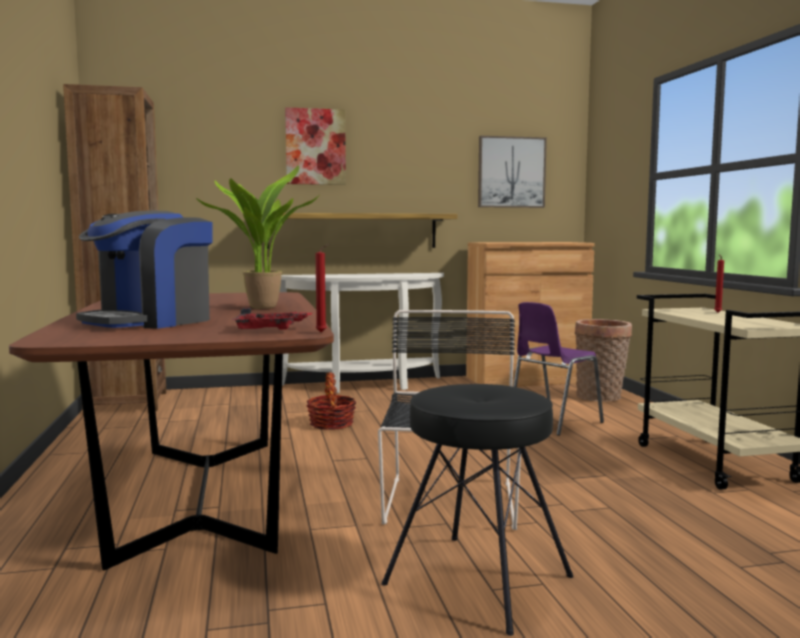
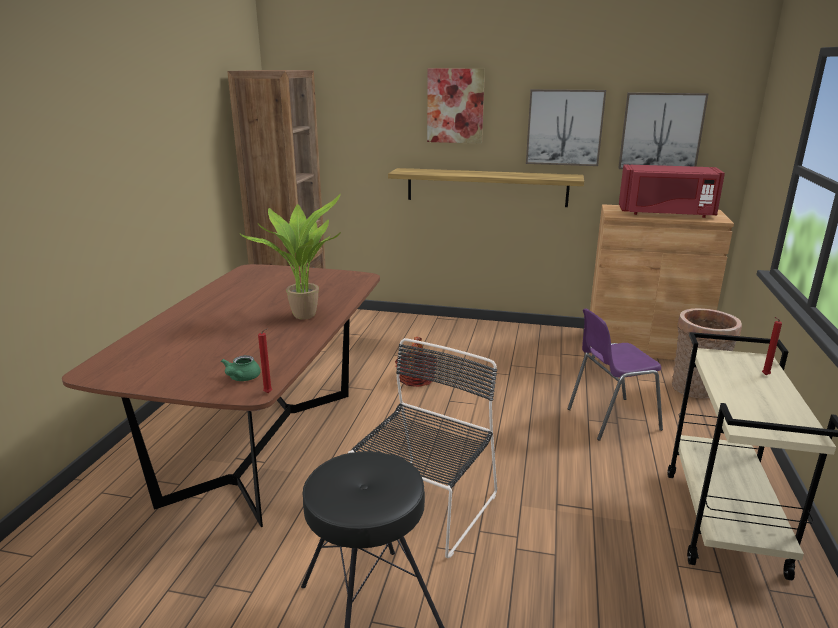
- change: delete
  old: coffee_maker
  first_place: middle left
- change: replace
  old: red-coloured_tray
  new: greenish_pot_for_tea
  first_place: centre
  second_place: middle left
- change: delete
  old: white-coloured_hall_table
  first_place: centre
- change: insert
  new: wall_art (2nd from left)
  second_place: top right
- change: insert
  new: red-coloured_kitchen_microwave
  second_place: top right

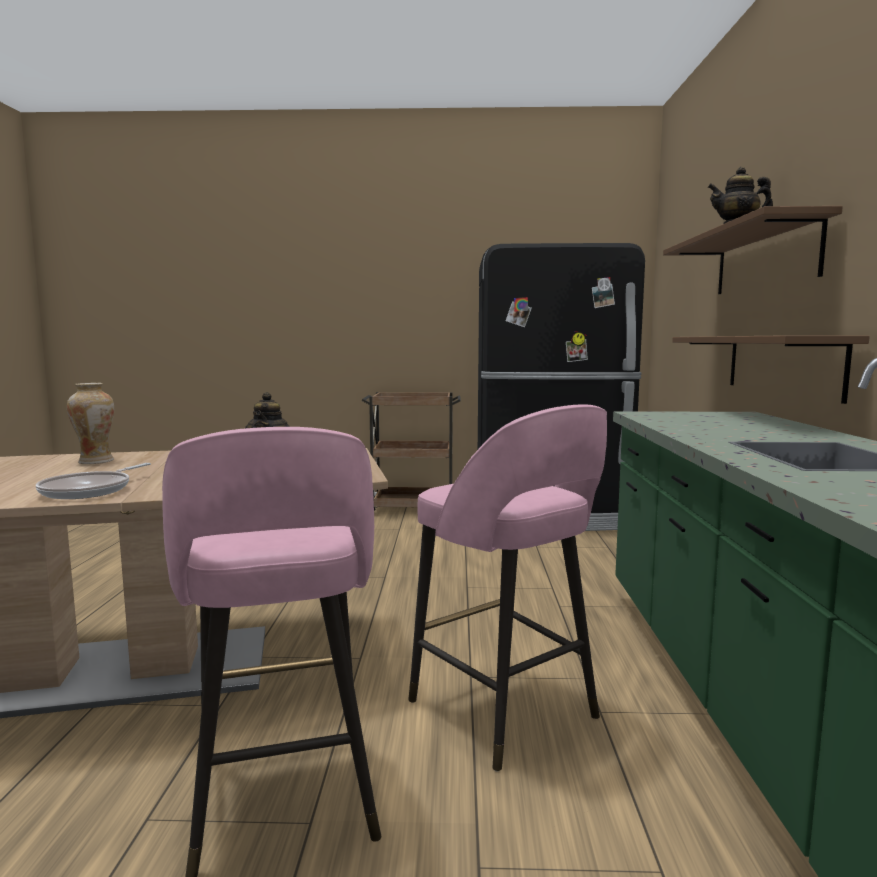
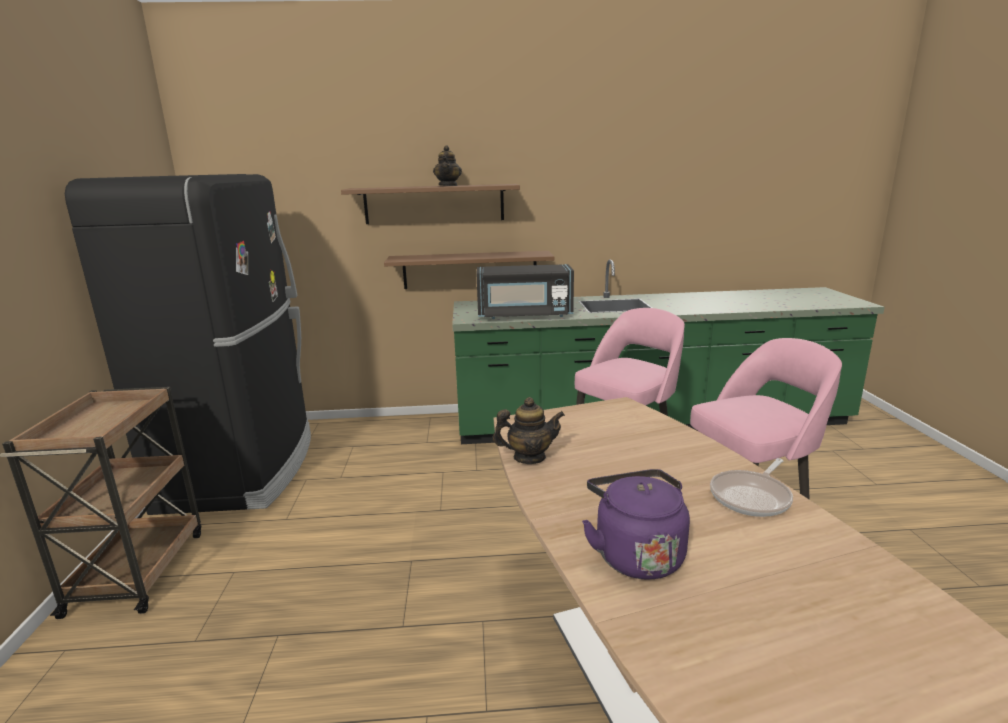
- change: rotate
  old: frying_pan
  first_place: middle left
  second_place: bottom right
  degrees: 120
- change: replace
  old: vase
  new: purplish_kettle
  first_place: middle left
  second_place: bottom centre
- change: insert
  new: blackish_kitchen_microwave
  second_place: centre

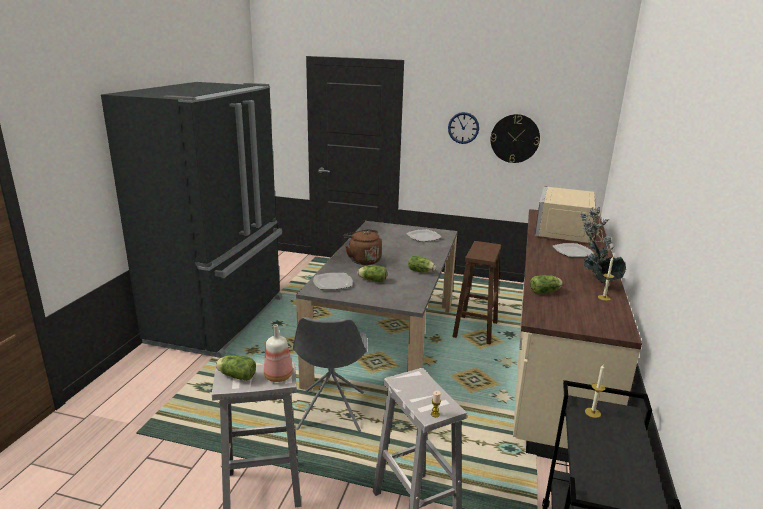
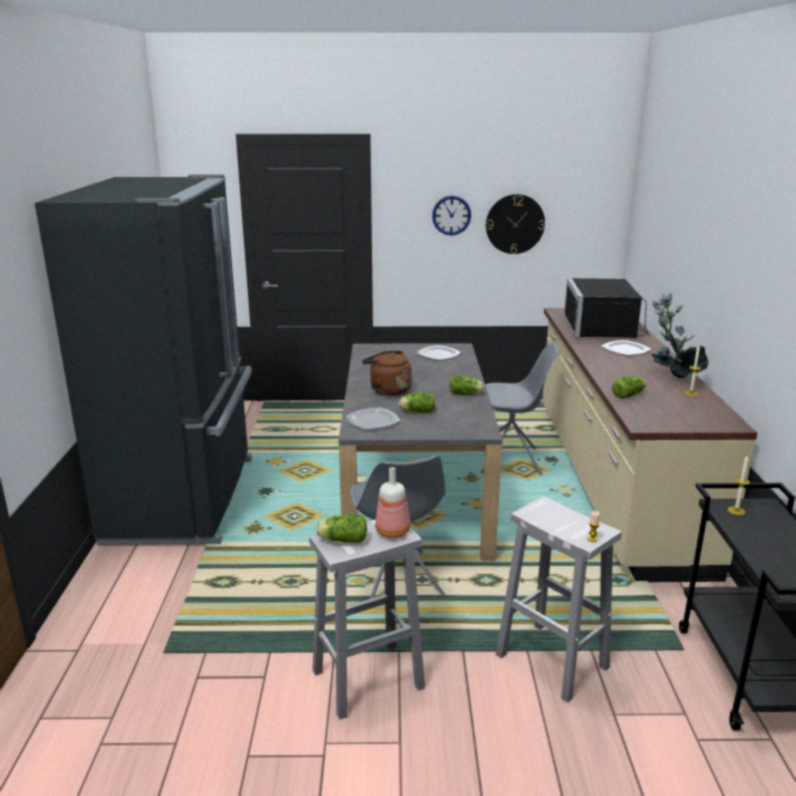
- change: replace
  old: brown-coloured_stool
  new: grey_chair (2nd from left)
  first_place: centre
  second_place: centre
- change: recolor
  old: sand-coloured_kitchen_microwave
  new: blackish_kitchen_microwave
  first_place: middle right
  second_place: middle right

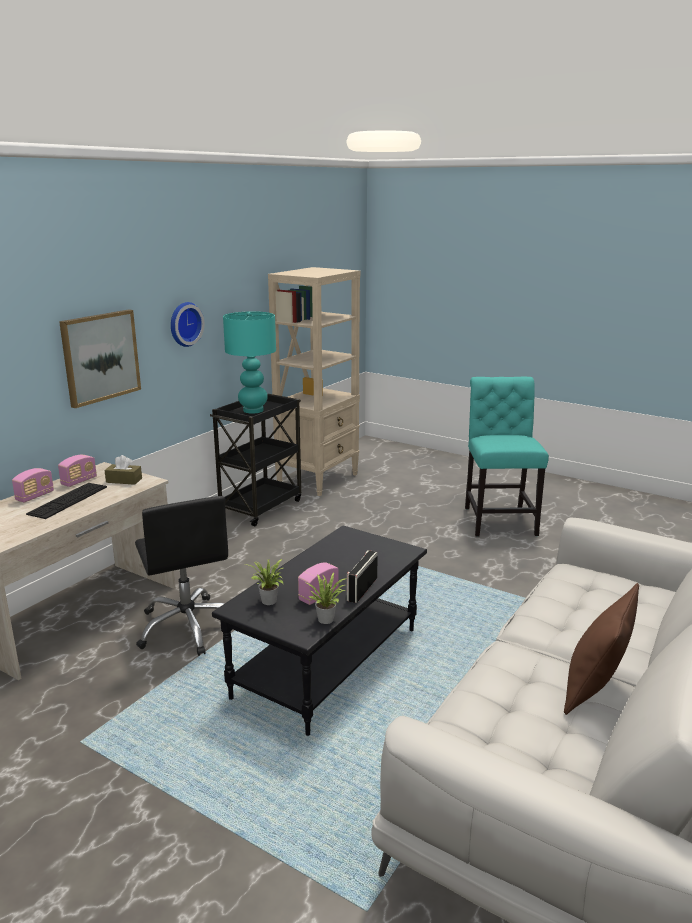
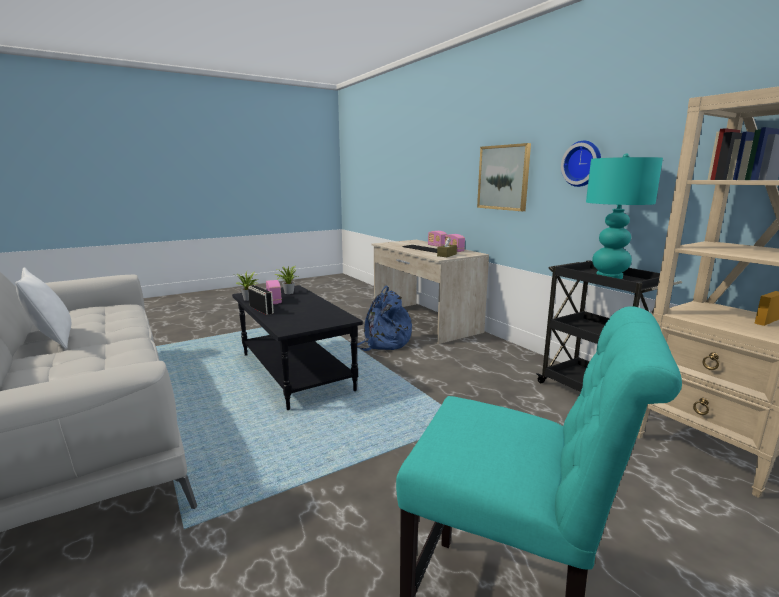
- change: replace
  old: blackish_computer_chair
  new: bluish_backpack
  first_place: middle left
  second_place: centre
- change: recolor
  old: brown-coloured_throw_pillow
  new: white-coloured_throw_pillow
  first_place: bottom right
  second_place: middle left

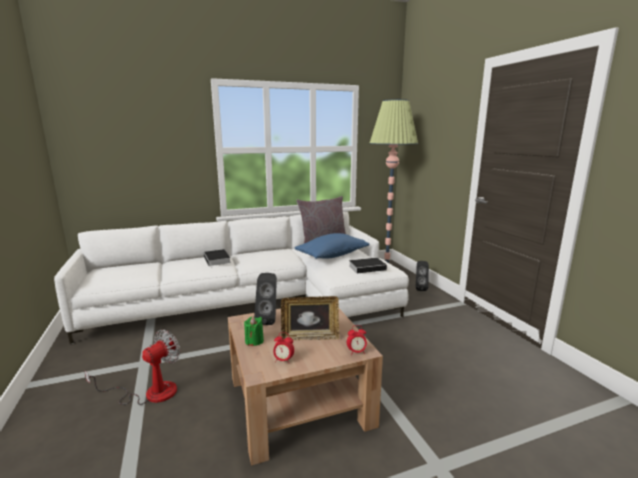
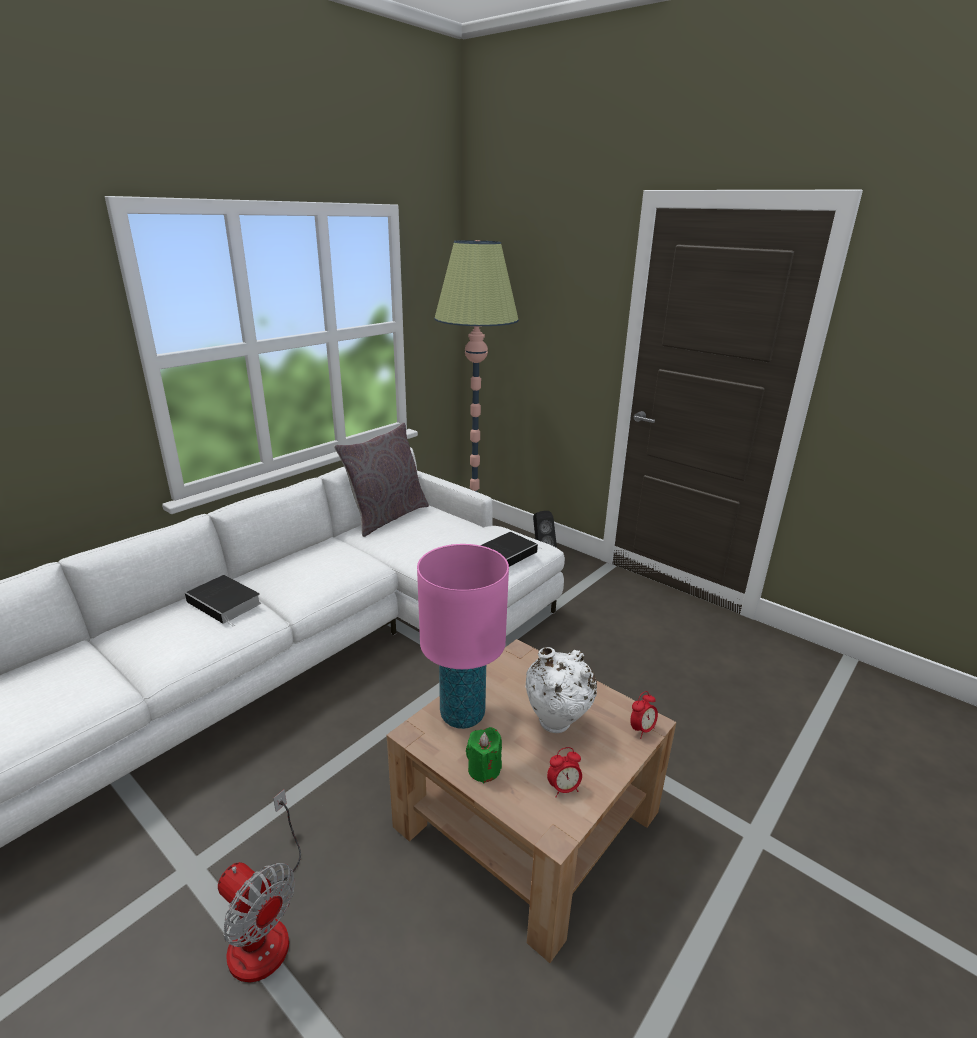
- change: rotate
  old: electric_fan
  first_place: bottom left
  second_place: bottom left
  degrees: 120
- change: replace
  old: blackish_speaker (1st from left)
  new: pinkish_lamp_for_a_table
  first_place: centre
  second_place: centre
- change: replace
  old: picture_frame
  new: white-coloured_vase
  first_place: centre
  second_place: centre
- change: delete
  old: bluish_throw_pillow
  first_place: centre

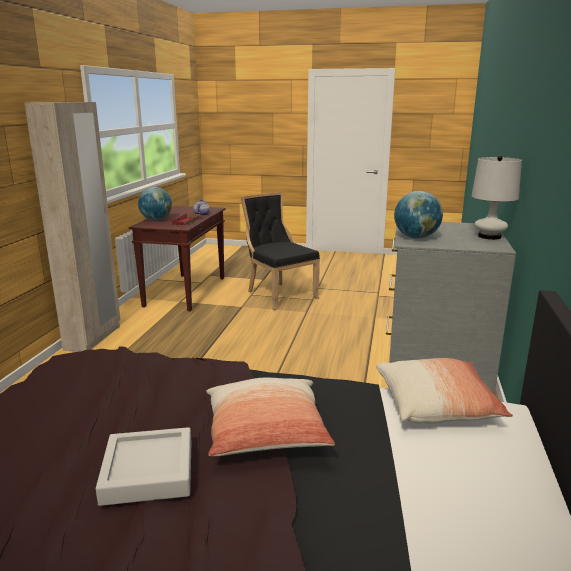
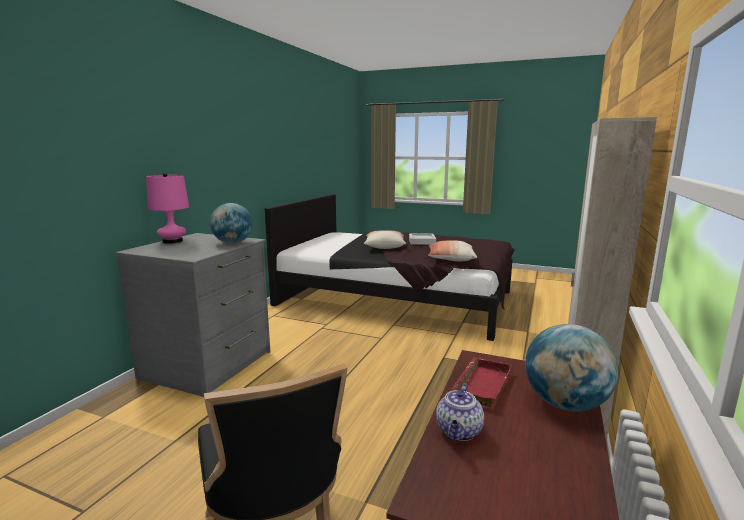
- change: move
  old: throw_pillow (2nd from left)
  first_place: bottom right
  second_place: centre
- change: recolor
  old: white-coloured_lamp_for_a_table
  new: pinkish_lamp_for_a_table
  first_place: middle right
  second_place: middle left

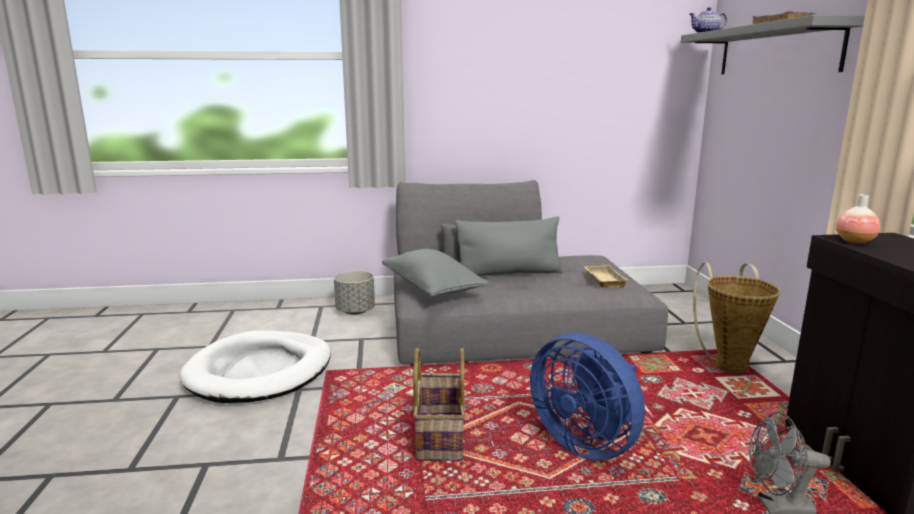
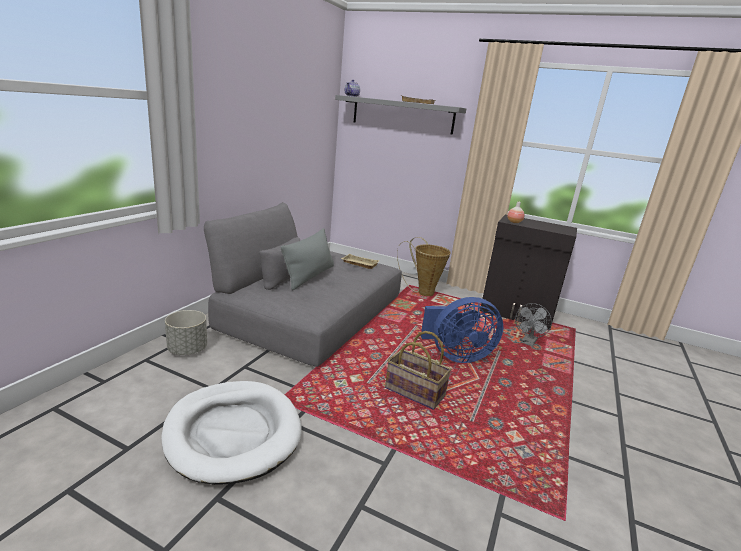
- change: delete
  old: grey_throw_pillow (1st from left)
  first_place: centre

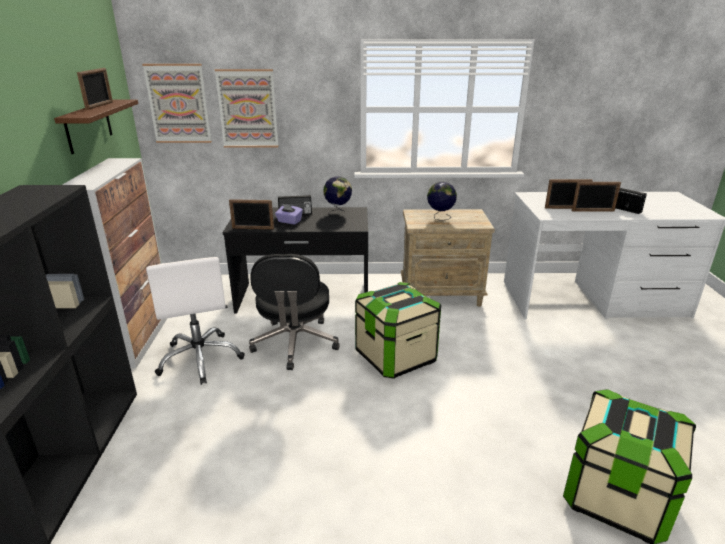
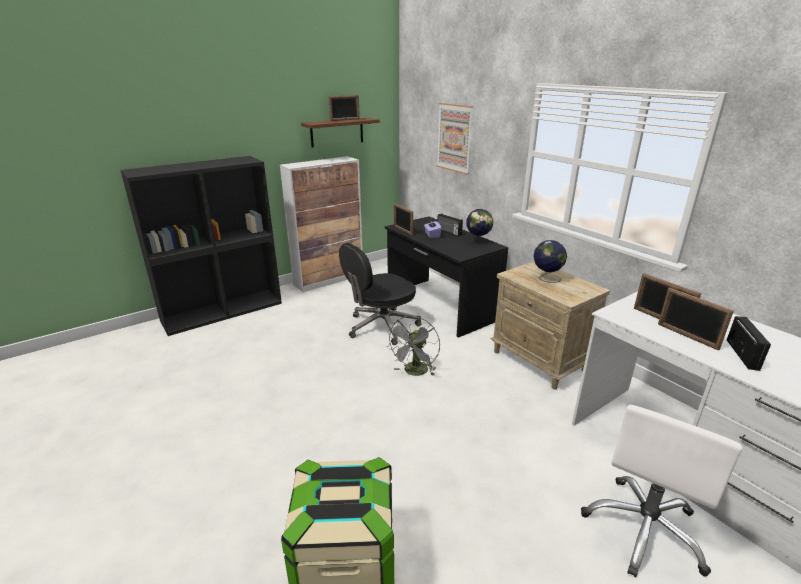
- change: delete
  old: wall_art (1st from left)
  first_place: top left
- change: move
  old: white-coloured_computer_chair
  first_place: middle left
  second_place: bottom right
- change: replace
  old: storage_box (1st from left)
  new: grey_electric_fan
  first_place: centre
  second_place: centre

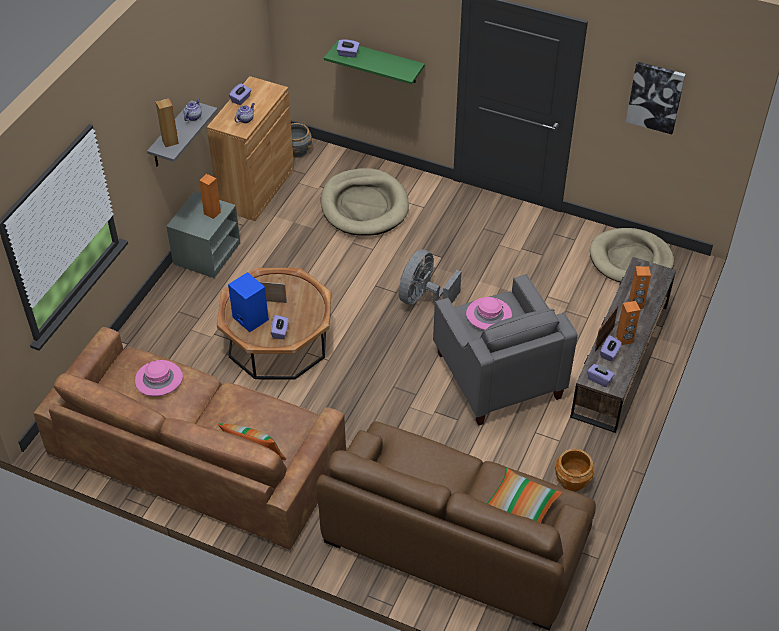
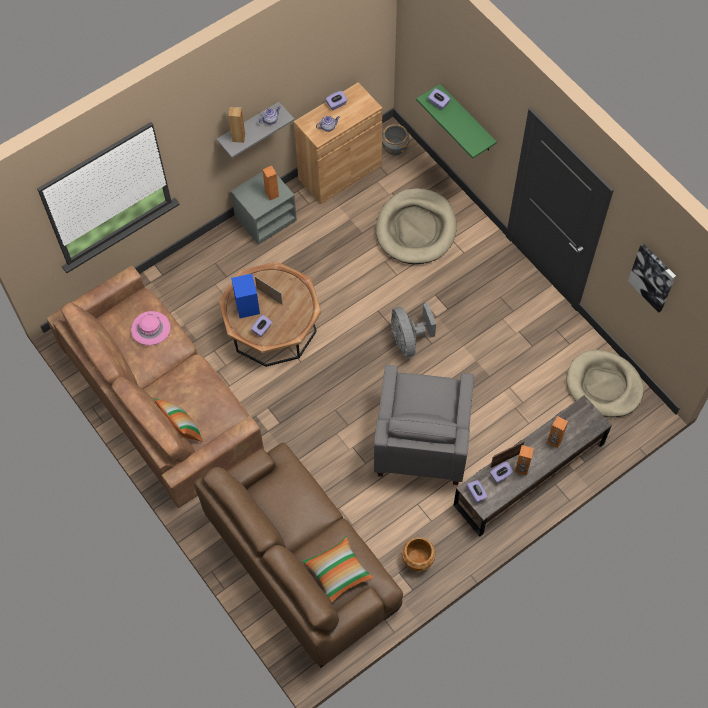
- change: rotate
  old: grey_electric_fan
  first_place: centre
  second_place: centre
  degrees: -75
- change: delete
  old: pinkish_wearable_hat (2nd from left)
  first_place: centre

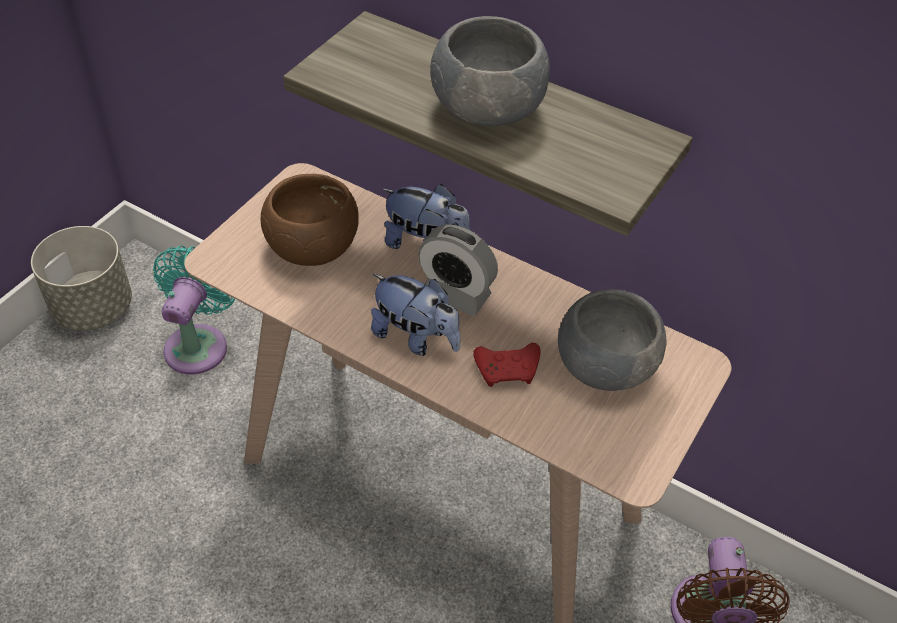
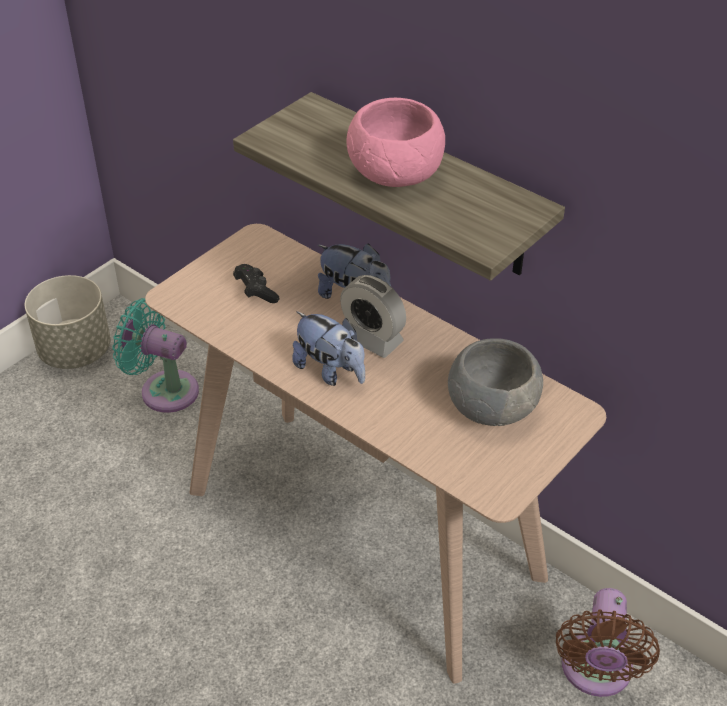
- change: rotate
  old: turquoise-coloured_electric_fan
  first_place: middle left
  second_place: middle left
  degrees: -90
- change: replace
  old: brown-coloured_deep_dish
  new: blackish_gamepad
  first_place: centre
  second_place: centre
- change: recolor
  old: grey_deep_dish (1st from left)
  new: pinkish_deep_dish
  first_place: top centre
  second_place: top centre
- change: delete
  old: red-coloured_gamepad
  first_place: centre

